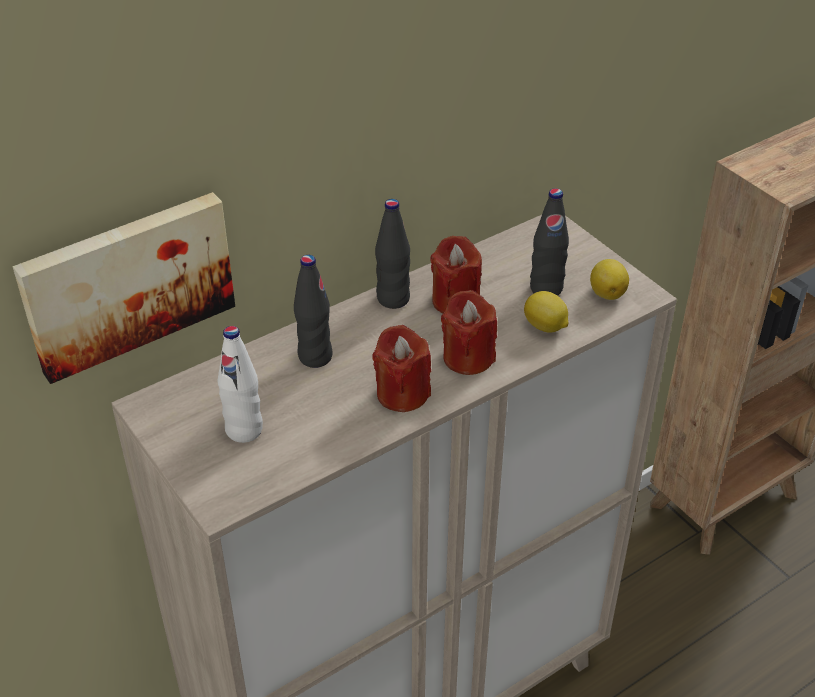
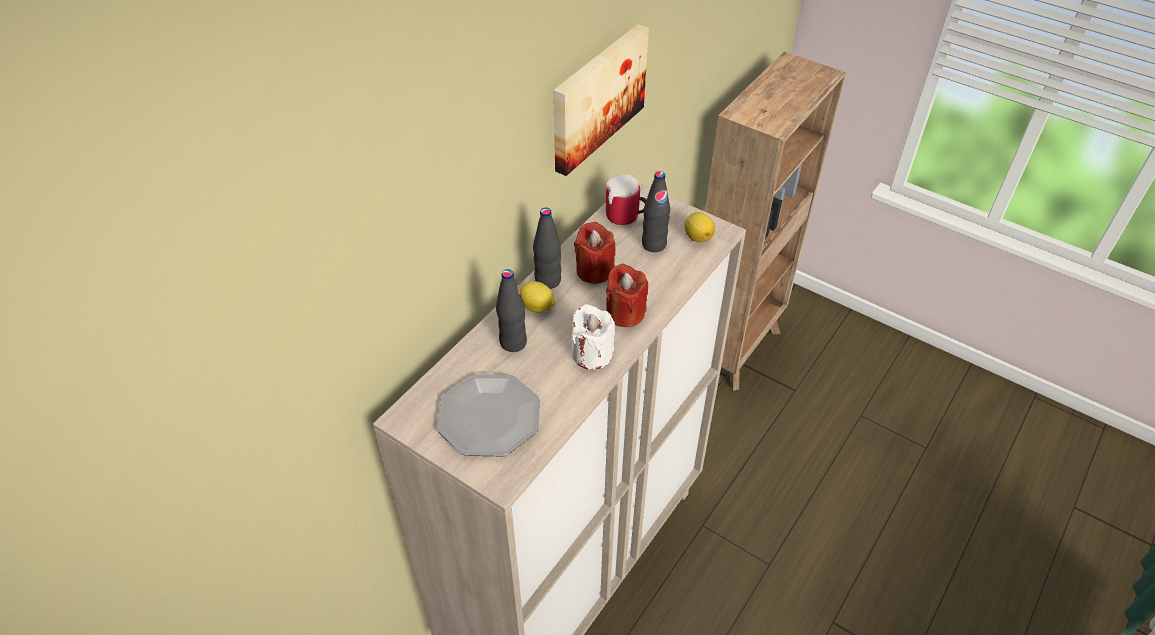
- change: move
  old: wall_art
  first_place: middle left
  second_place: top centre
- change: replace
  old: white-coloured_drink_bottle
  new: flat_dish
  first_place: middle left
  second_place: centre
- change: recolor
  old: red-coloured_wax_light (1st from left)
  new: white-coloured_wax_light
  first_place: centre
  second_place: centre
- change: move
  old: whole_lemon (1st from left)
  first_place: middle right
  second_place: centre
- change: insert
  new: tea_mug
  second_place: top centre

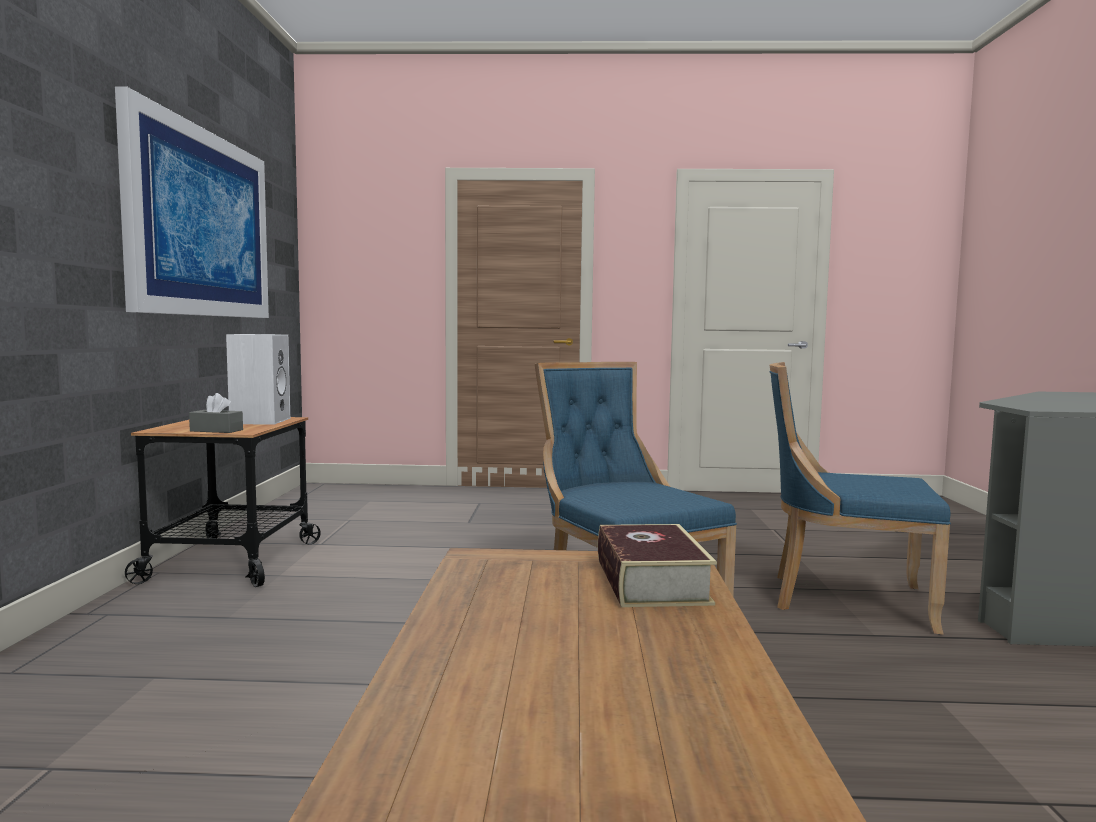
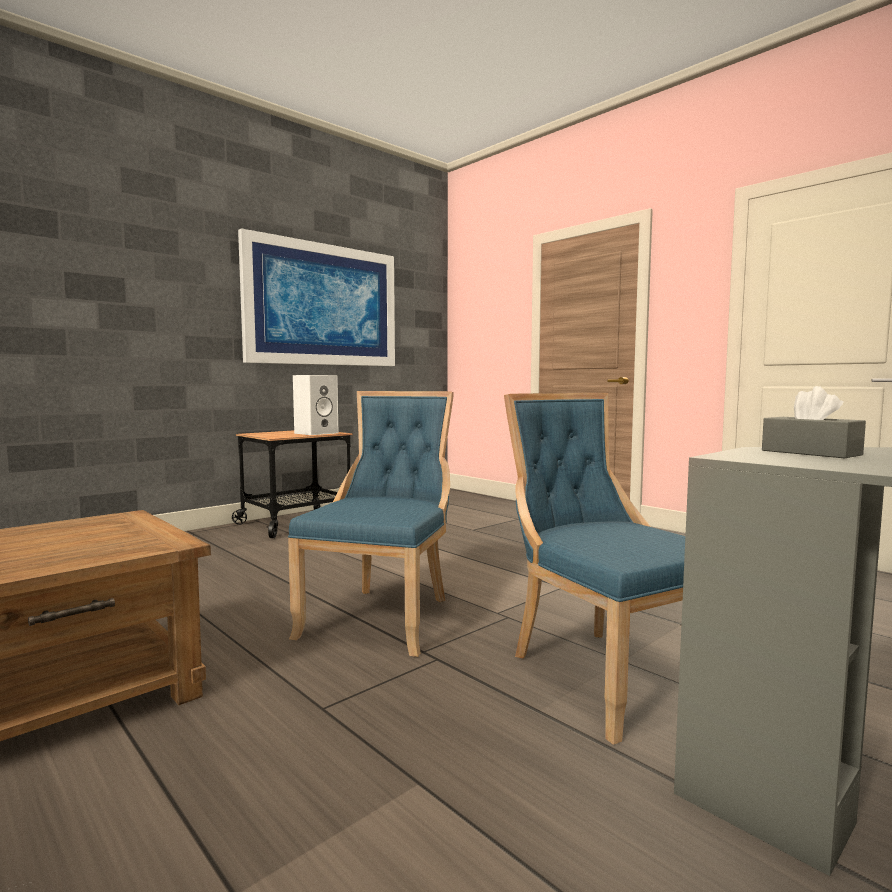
- change: move
  old: grey_tissue_holder
  first_place: middle left
  second_place: middle right
- change: delete
  old: book
  first_place: bottom centre

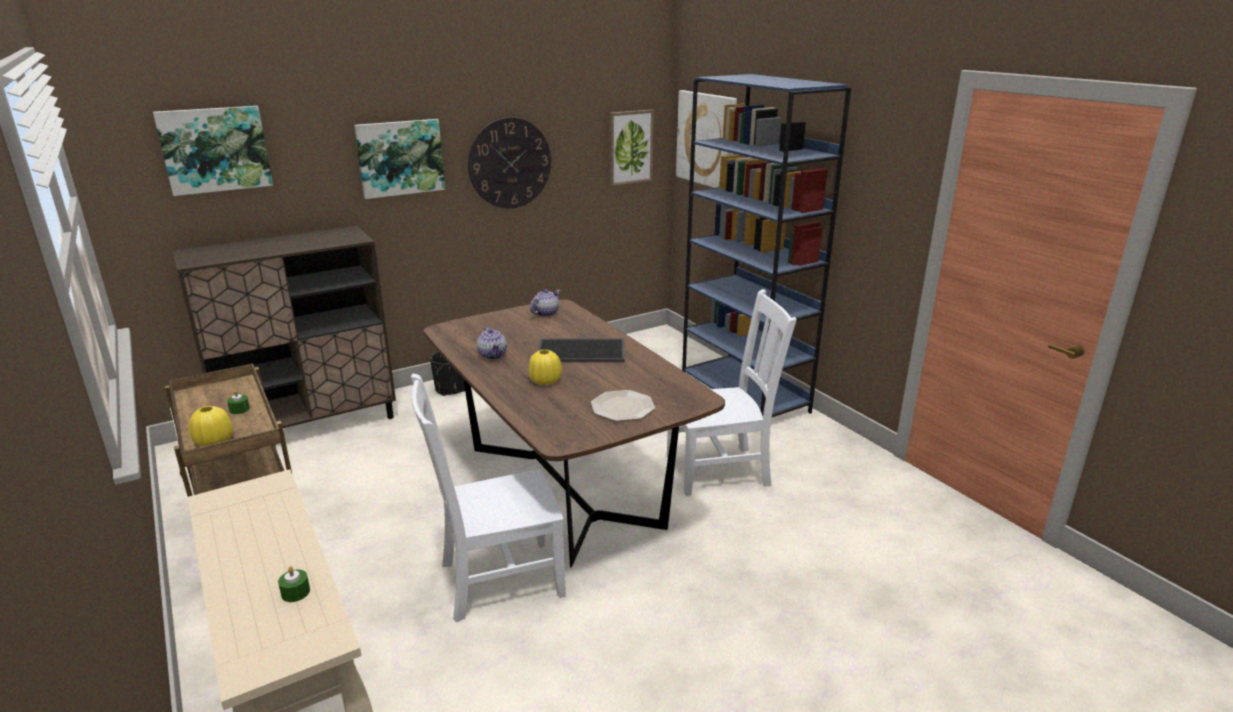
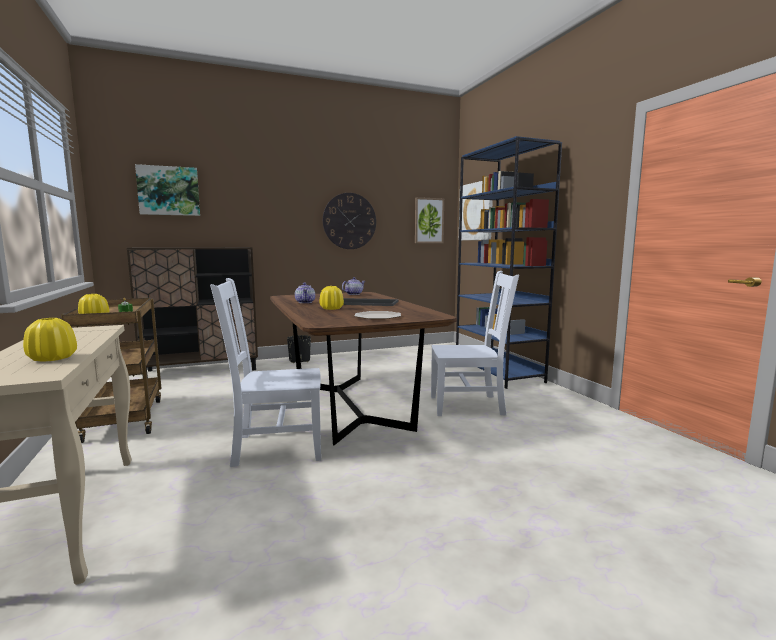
- change: replace
  old: greenish_wax_light (2nd from left)
  new: yellow_vase (1st from left)
  first_place: bottom left
  second_place: middle left
- change: delete
  old: wall_art (2nd from left)
  first_place: top left

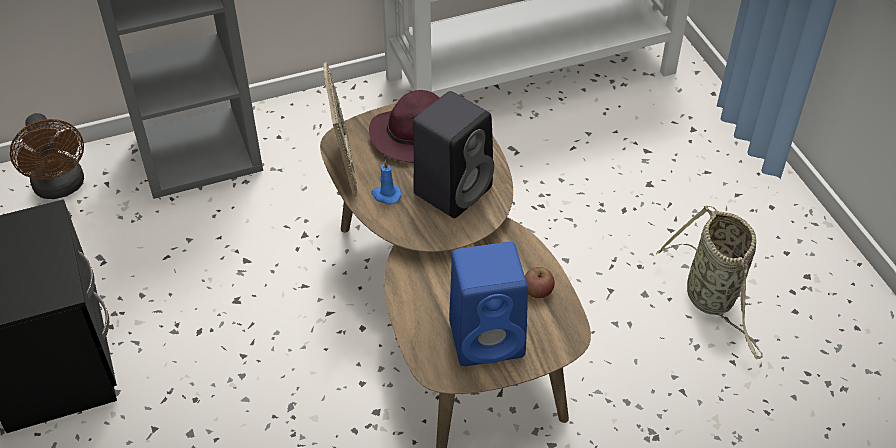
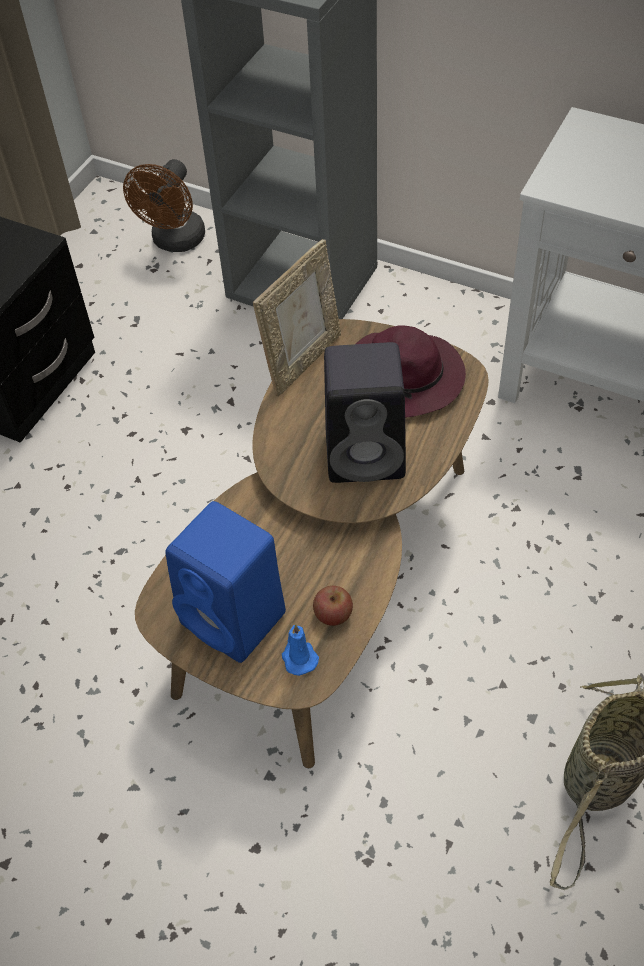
- change: move
  old: bluish_wax_light
  first_place: centre
  second_place: bottom centre

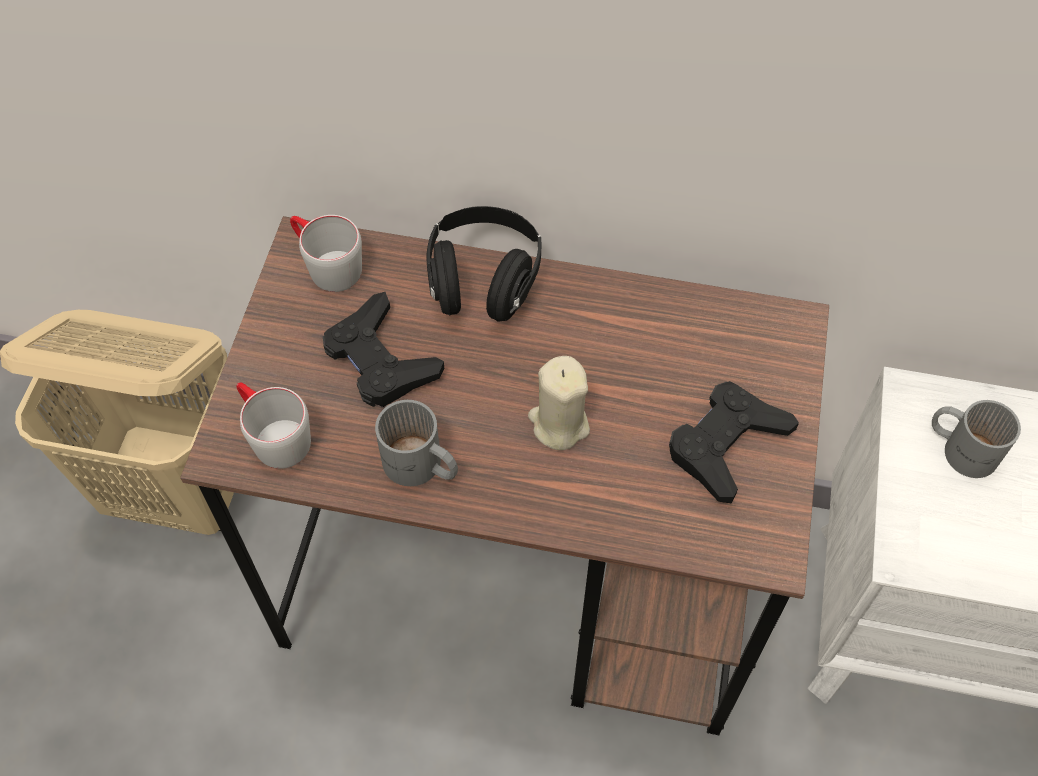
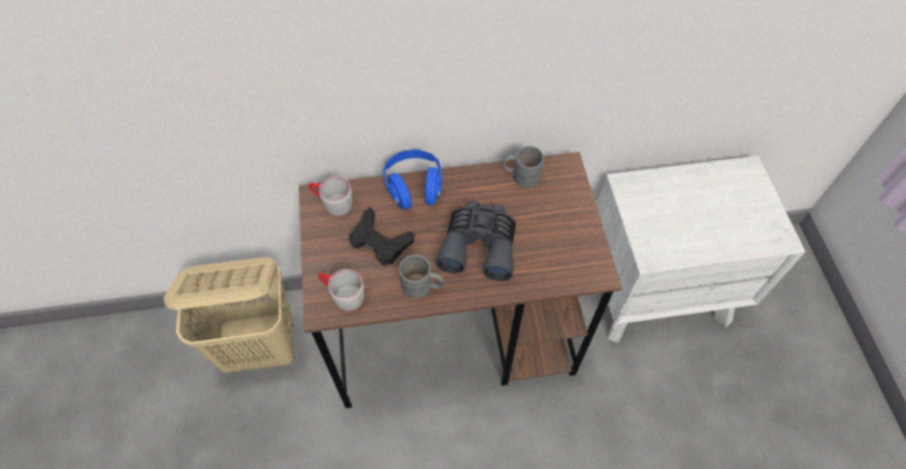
- change: recolor
  old: blackish_headphones
  new: bluish_headphones
  first_place: centre
  second_place: centre
- change: replace
  old: sand-coloured_wax_light
  new: grey_field_glasses
  first_place: centre
  second_place: centre
- change: delete
  old: blackish_gamepad (2nd from left)
  first_place: middle right
- change: move
  old: grey_tea_mug (4th from left)
  first_place: middle right
  second_place: centre

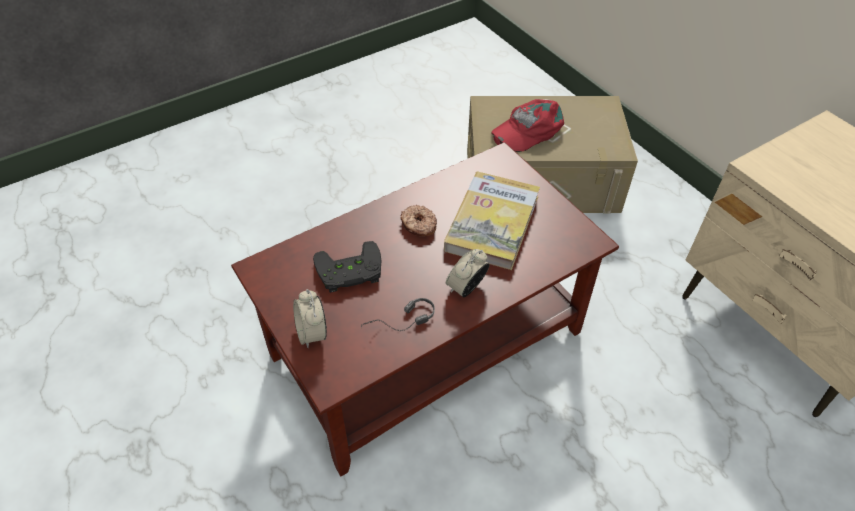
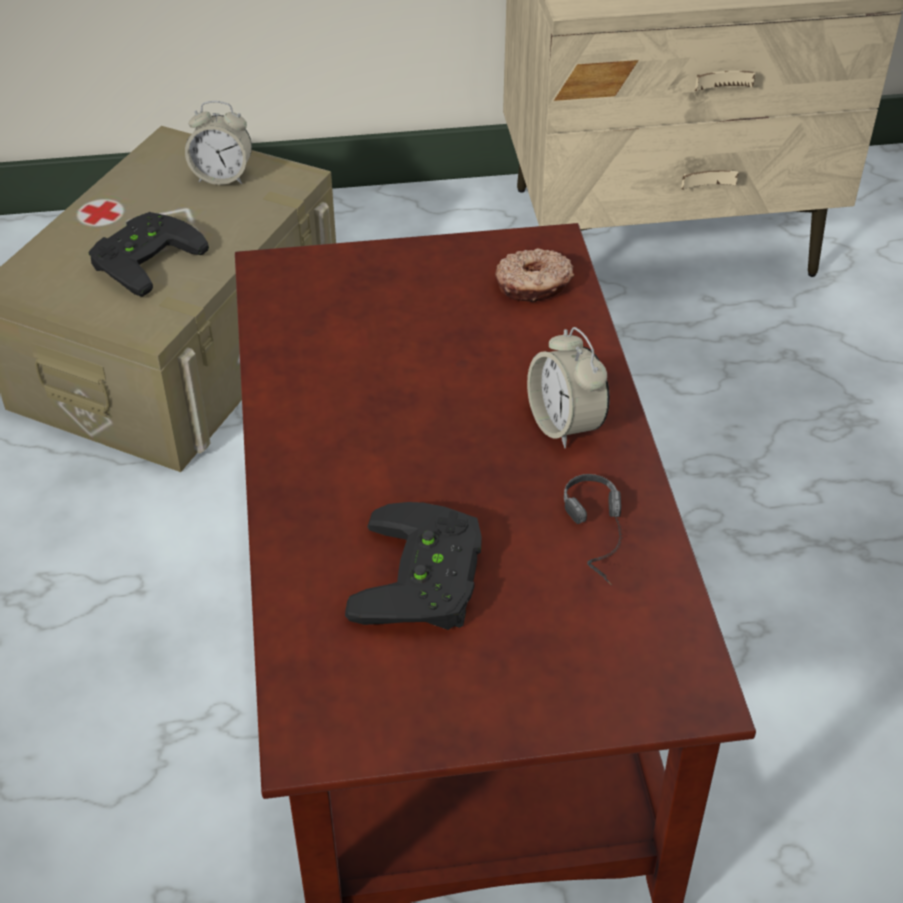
- change: move
  old: bedside_clock (1st from left)
  first_place: centre
  second_place: top left
- change: move
  old: ring_doughnut
  first_place: centre
  second_place: top centre
- change: delete
  old: book
  first_place: centre
- change: replace
  old: red-coloured_peaked_cap
  new: blackish_gamepad (1st from left)
  first_place: top centre
  second_place: top left

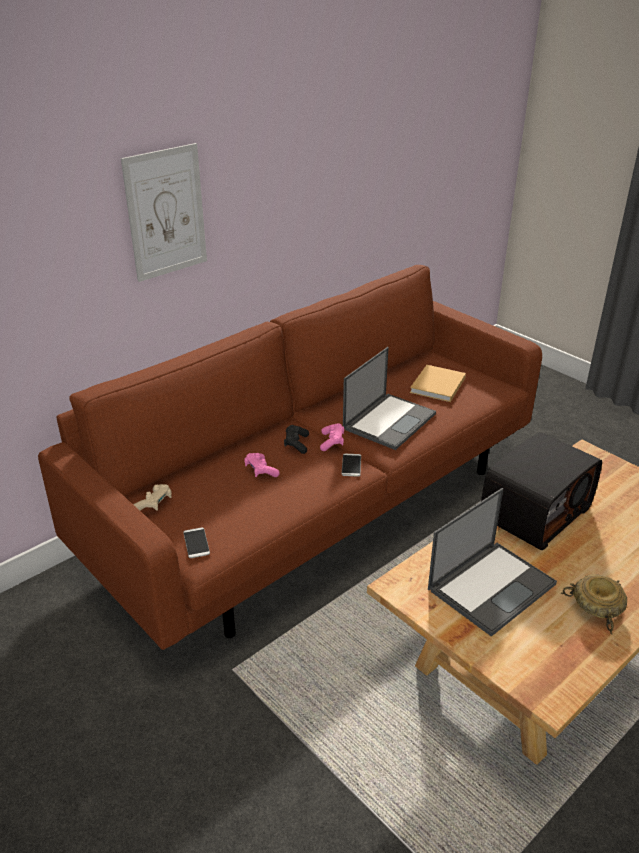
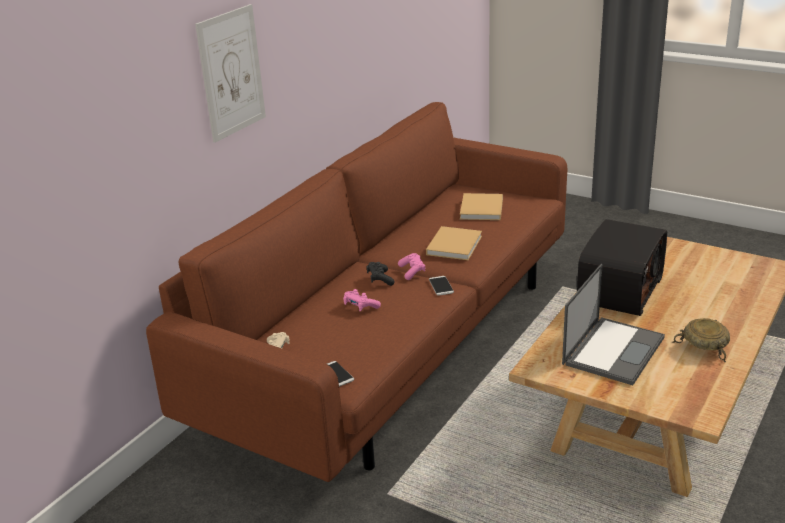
- change: replace
  old: laptop (1st from left)
  new: sand-coloured_book (1st from left)
  first_place: centre
  second_place: centre

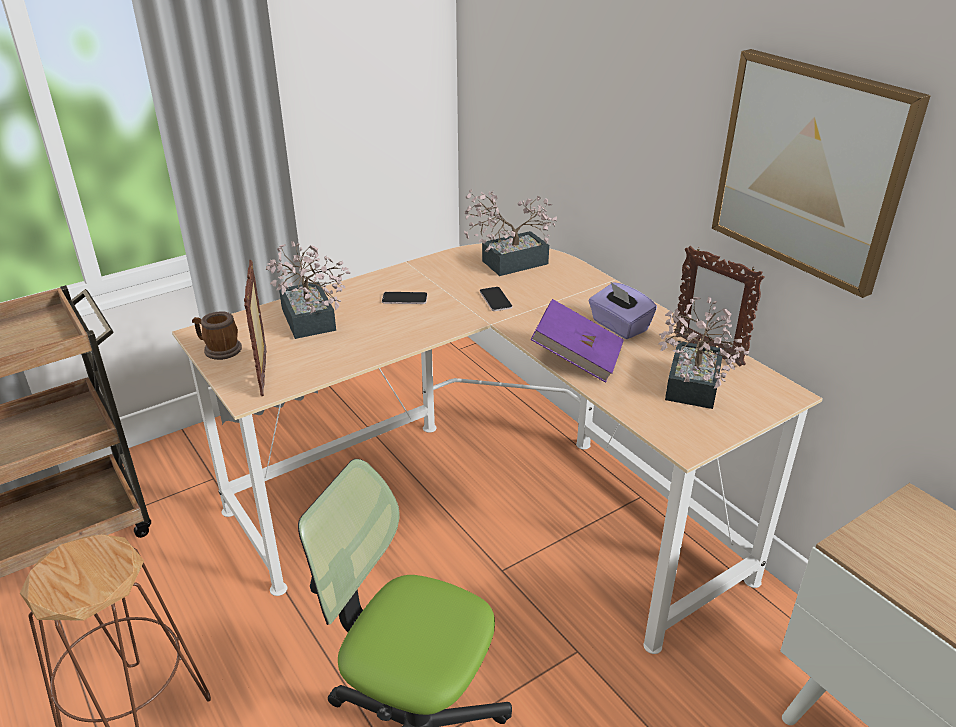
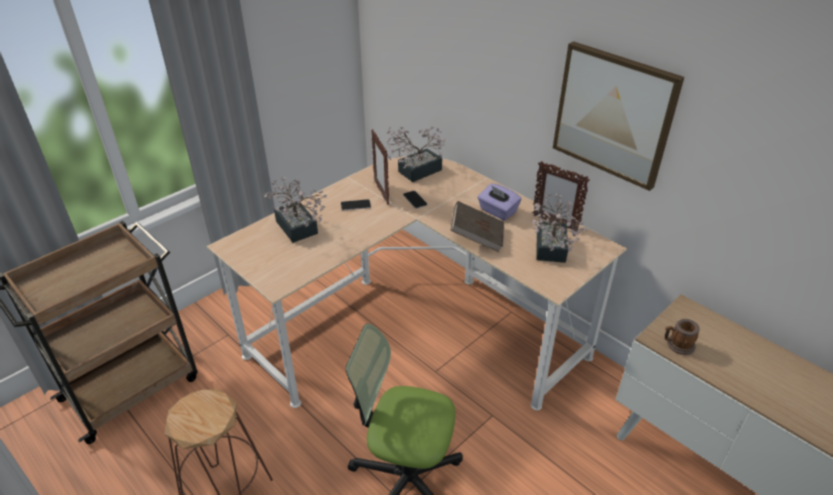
- change: move
  old: tea_mug
  first_place: middle left
  second_place: bottom right
- change: move
  old: picture_frame (1st from left)
  first_place: middle left
  second_place: centre
- change: recolor
  old: purplish_book
  new: brown-coloured_book
  first_place: centre
  second_place: centre

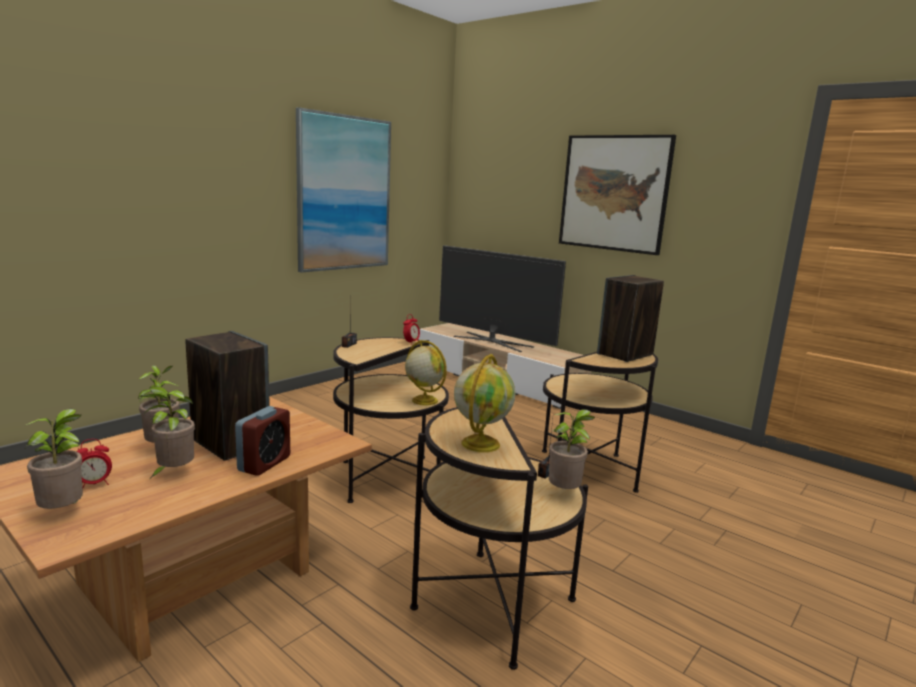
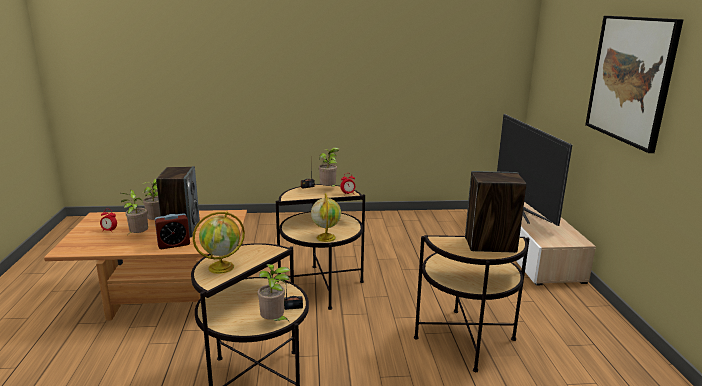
- change: move
  old: houseplant (1st from left in the first image)
  new: houseplant (4th from left)
  first_place: bottom left
  second_place: centre
- change: delete
  old: wall_art (1st from left)
  first_place: top centre

